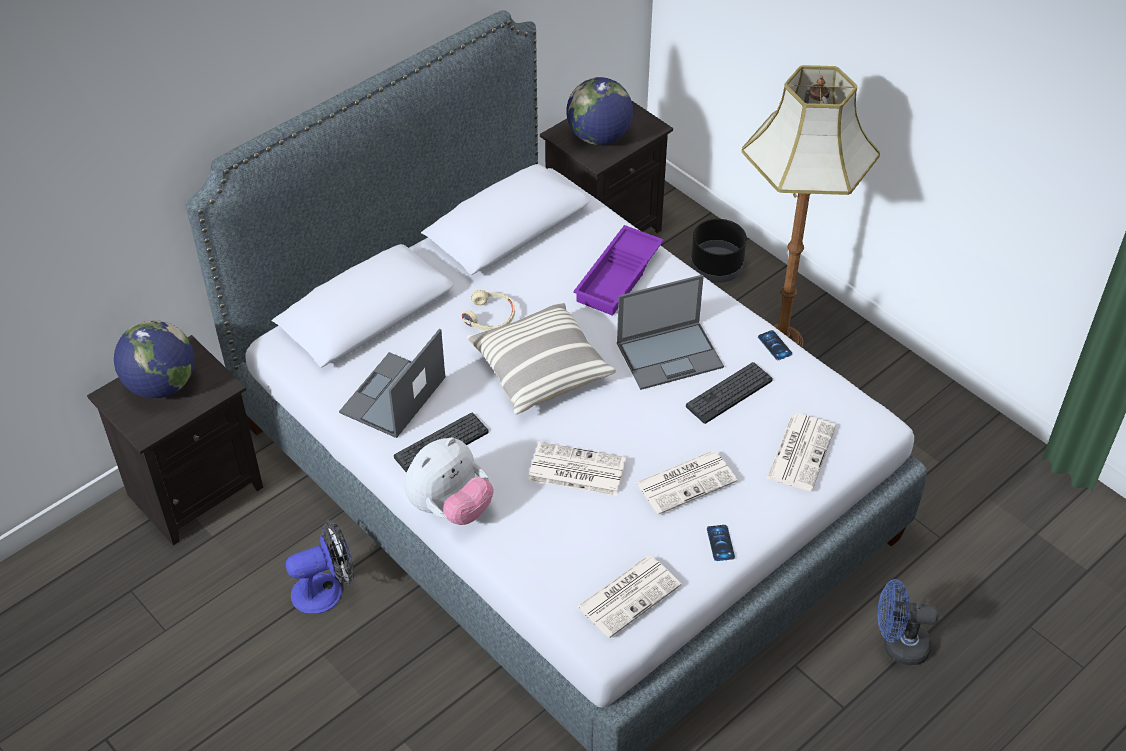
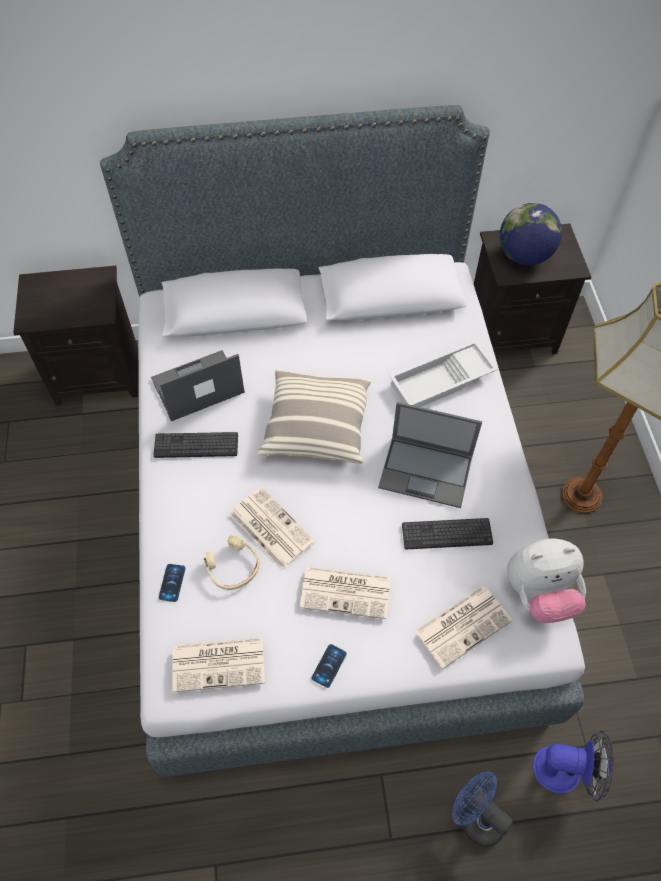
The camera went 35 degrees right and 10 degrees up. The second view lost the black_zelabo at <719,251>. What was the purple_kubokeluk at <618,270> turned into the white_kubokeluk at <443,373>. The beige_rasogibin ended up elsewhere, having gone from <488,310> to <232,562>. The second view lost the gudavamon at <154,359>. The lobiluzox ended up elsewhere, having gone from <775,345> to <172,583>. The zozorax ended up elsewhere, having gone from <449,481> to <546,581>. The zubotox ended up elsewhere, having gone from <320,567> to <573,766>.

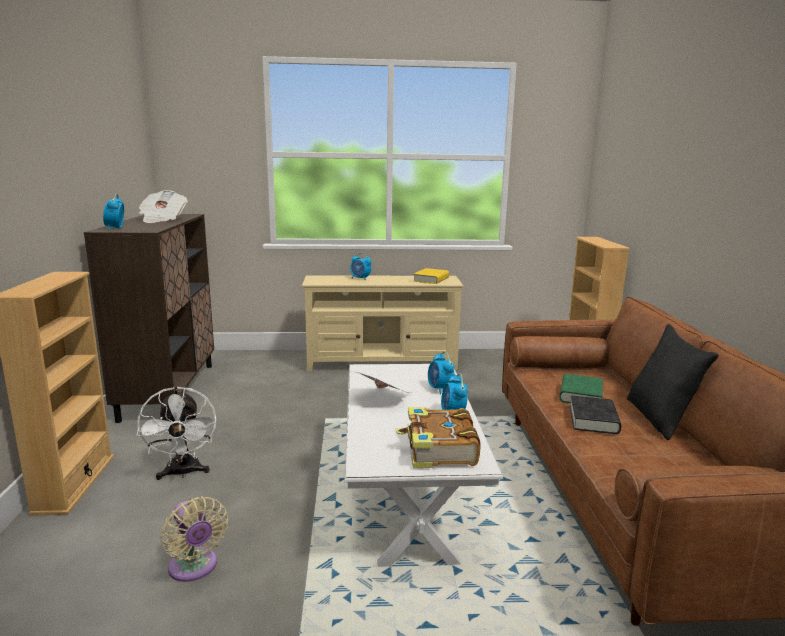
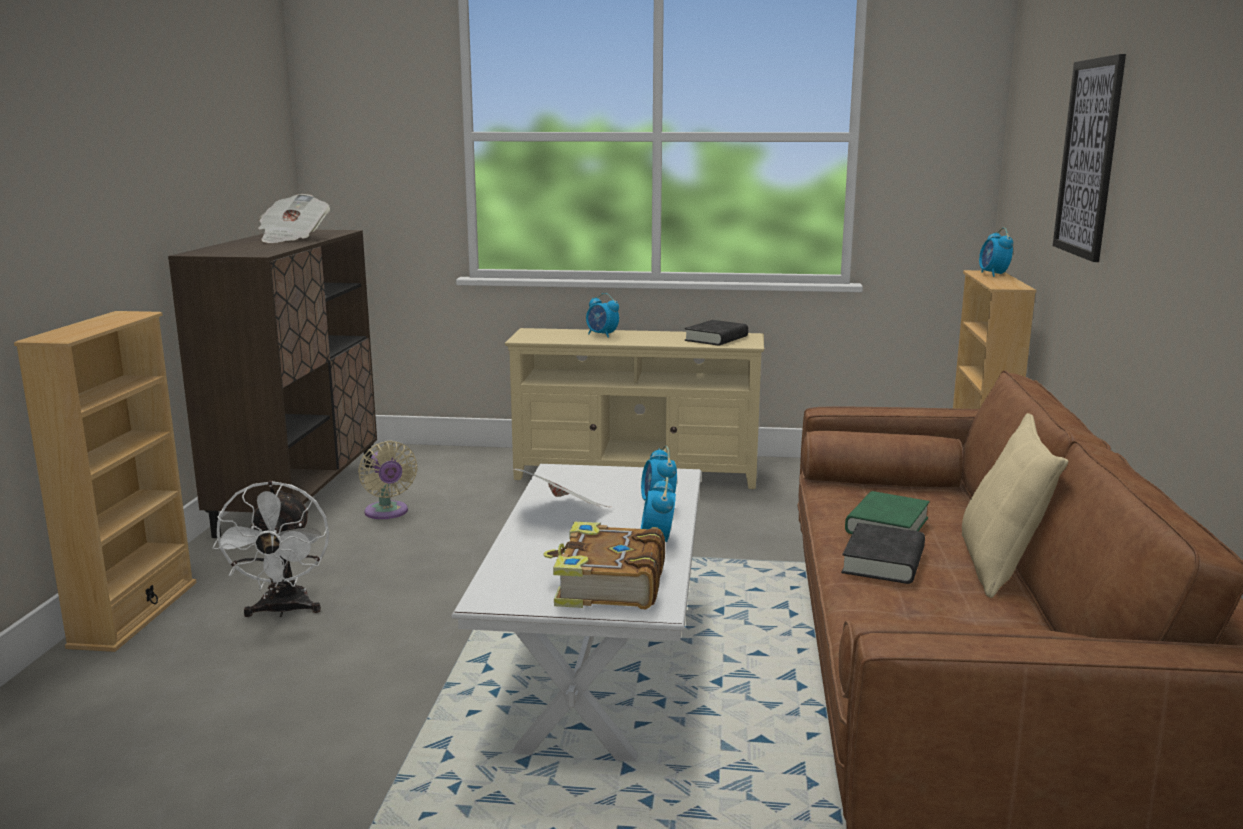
The camera went 10 degrees right and 0 degrees up. The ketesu ended up elsewhere, having gone from <113,212> to <996,252>. What was the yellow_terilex at <431,276> turned into the black_terilex at <716,333>. What was the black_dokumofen at <673,382> turned into the beige_dokumofen at <1015,505>. The beige_zubotox ended up elsewhere, having gone from <194,539> to <388,480>. The second view gained the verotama at <1089,158>.

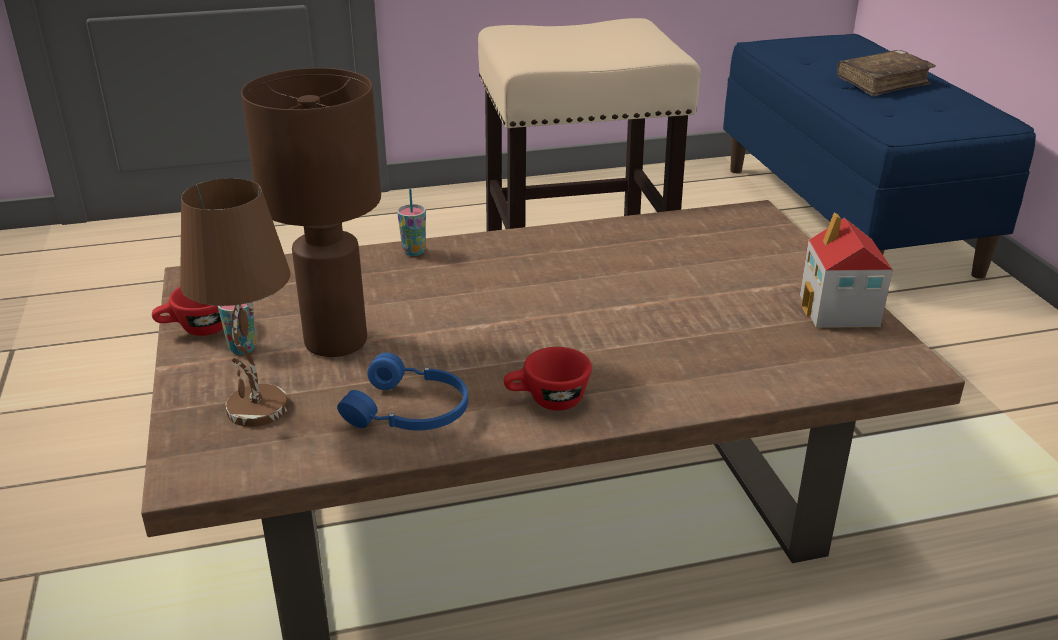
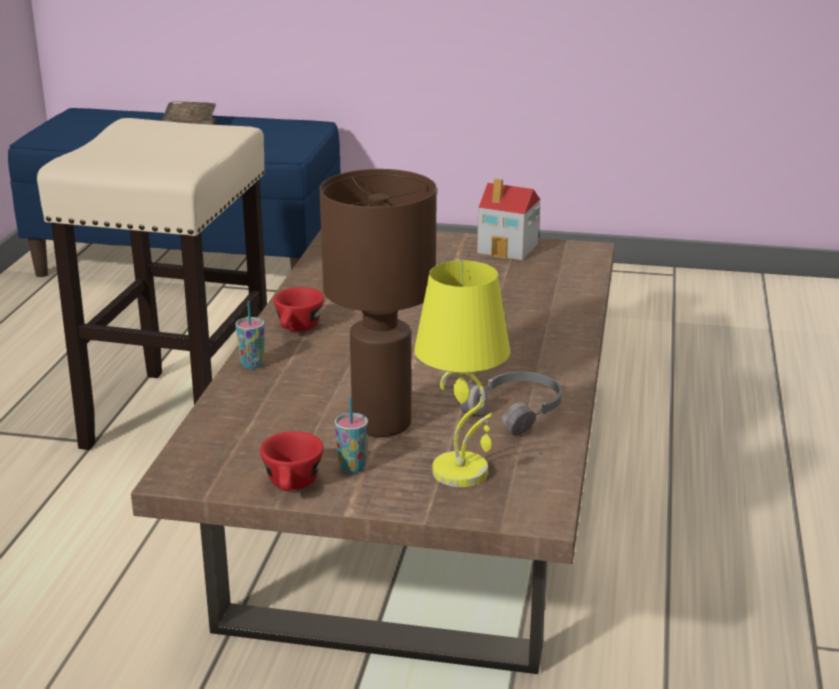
The camera went 65 degrees left and 5 degrees down. What was the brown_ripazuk at <235,302> turned into the yellow_ripazuk at <462,373>. The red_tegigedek ended up elsewhere, having gone from <548,379> to <298,309>. What was the blue_rasogibin at <402,391> turned into the grey_rasogibin at <510,403>.

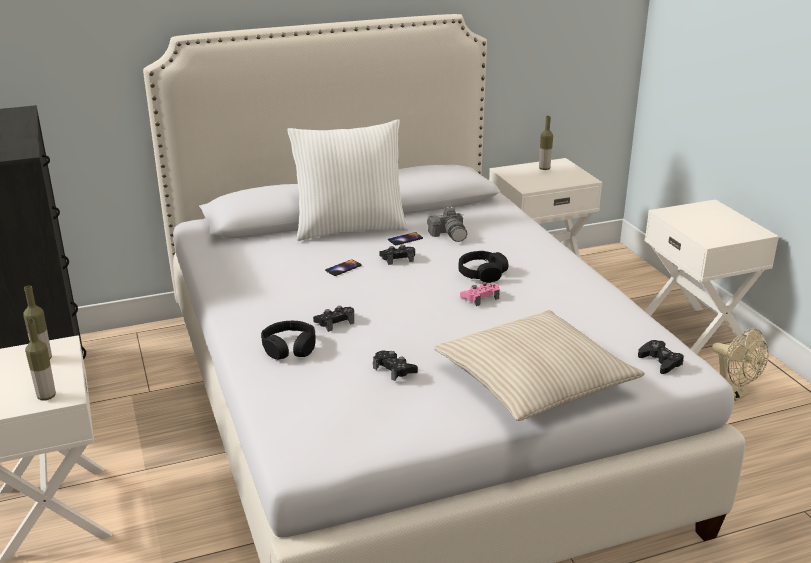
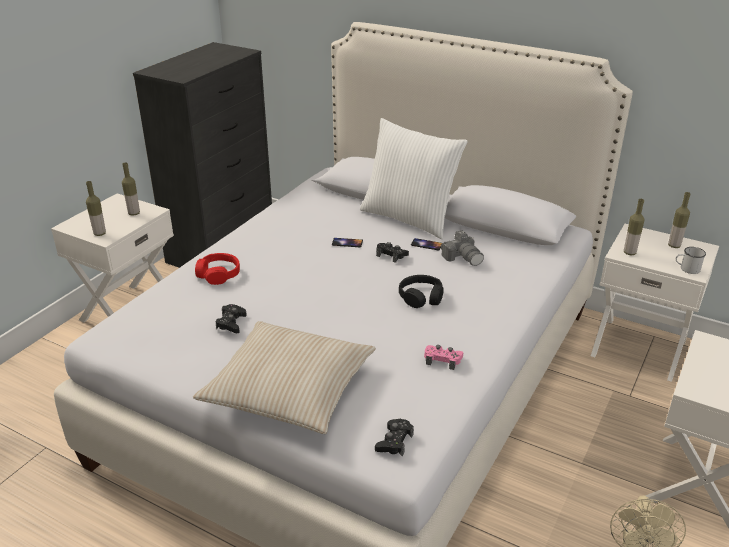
The camera went 50 degrees right and 5 degrees up. The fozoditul at <447,224> ended up facing another way, 60 degrees counterclockwise from before. The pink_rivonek ended up elsewhere, having gone from <479,294> to <443,357>. The second view lost the black_rivonek at <333,319>. What was the black_rasogibin at <288,340> turned into the red_rasogibin at <217,269>. The second view gained the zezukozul at <634,227>. The second view gained the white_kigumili at <691,260>.

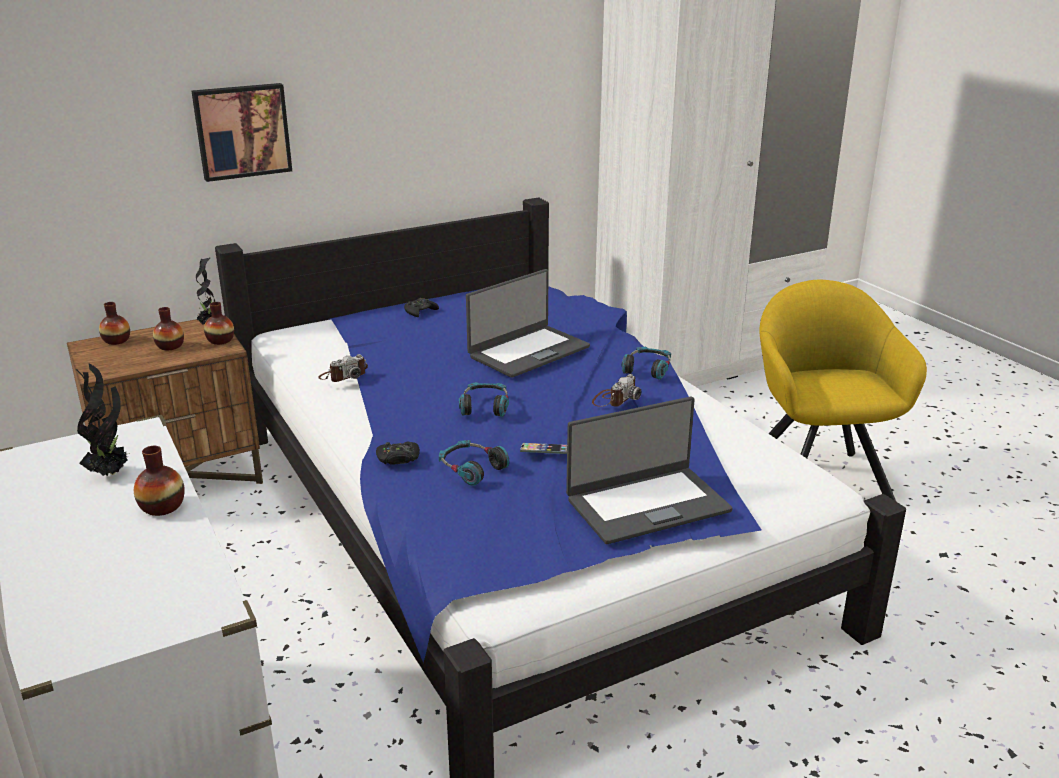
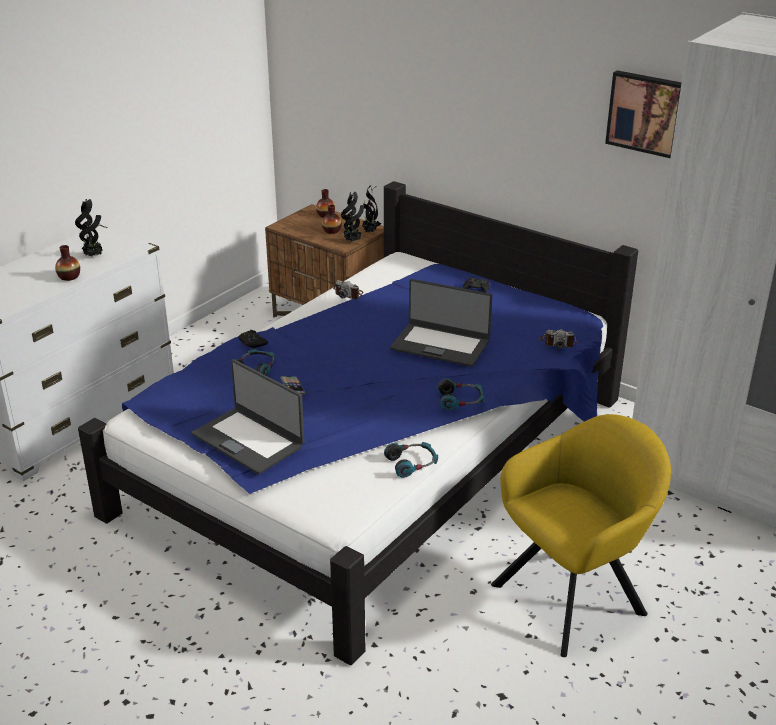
The camera went 65 degrees right and 5 degrees up. The verotama ended up elsewhere, having gone from <241,132> to <643,114>. Where the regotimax stood at <219,323>, the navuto came to stand at <352,217>. The fozoditul ended up elsewhere, having gone from <616,390> to <558,339>. The rasogibin ended up elsewhere, having gone from <484,399> to <411,460>.

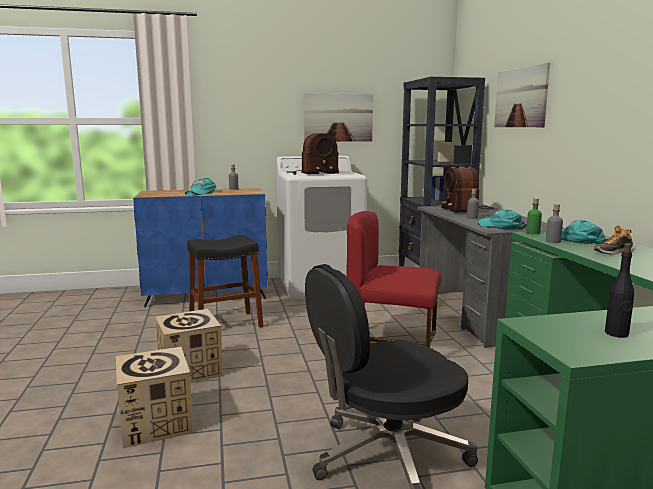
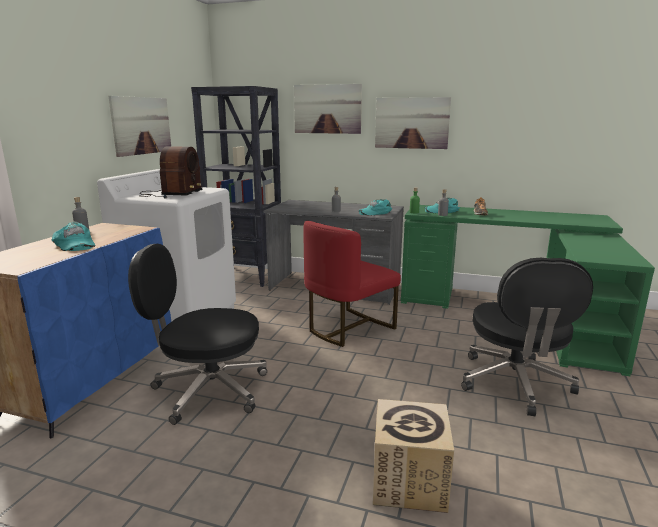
The camera went 60 degrees left and 5 degrees up. The second view lost the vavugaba at <467,190>. Where the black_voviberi stood at <225,281>, the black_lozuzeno came to stand at <197,334>. The second view lost the black_zezukozul at <619,290>. The second view lost the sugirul at <189,346>. The second view gained the verotama at <413,123>.

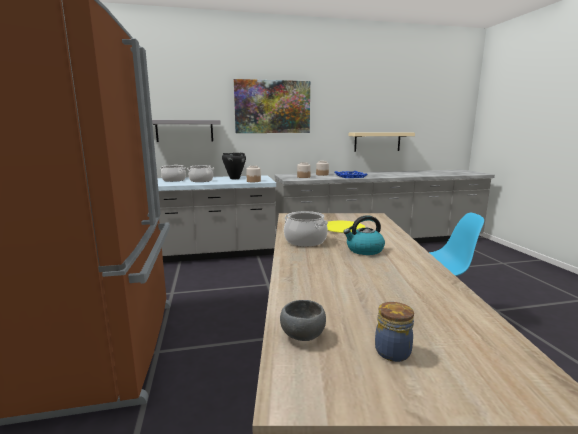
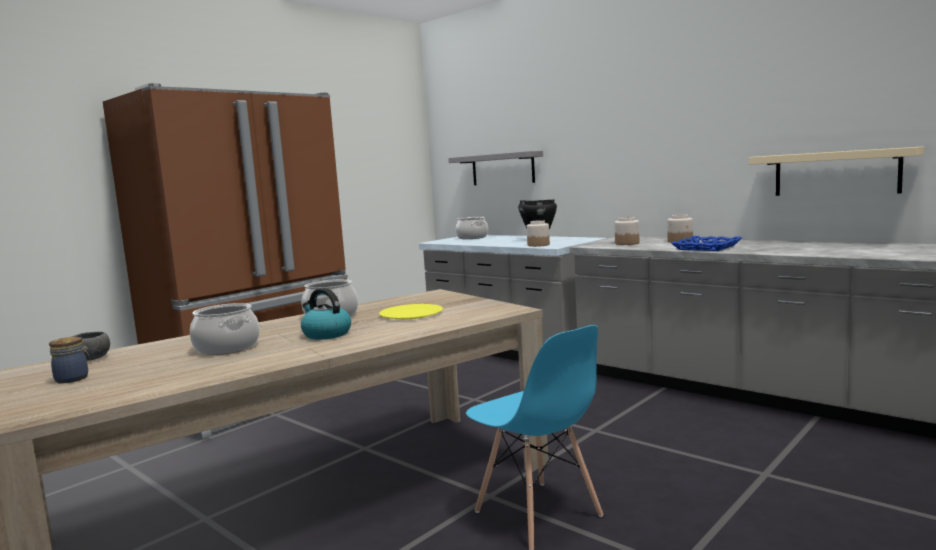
The camera went 55 degrees right and 5 degrees down. The second view lost the verotama at <272,106>. The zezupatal ended up elsewhere, having gone from <200,173> to <225,329>.

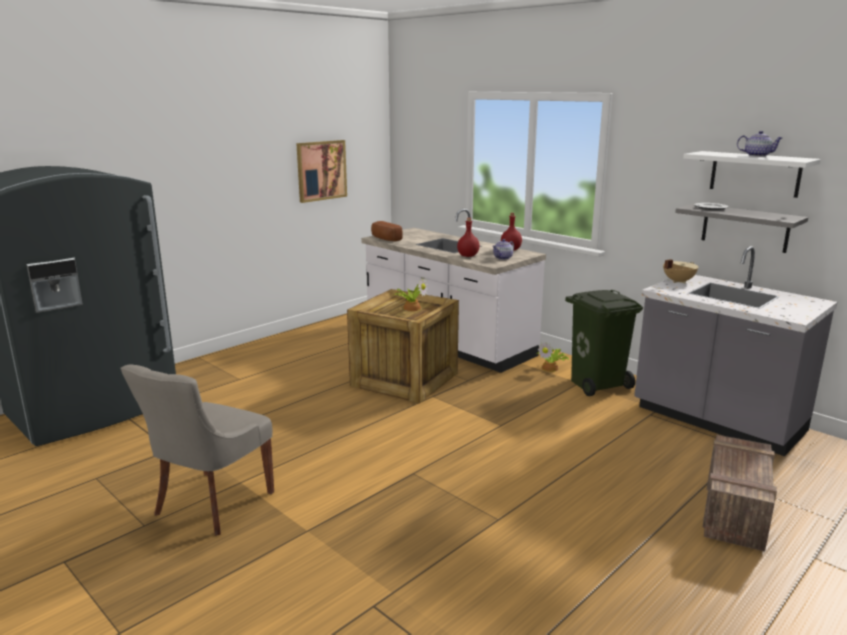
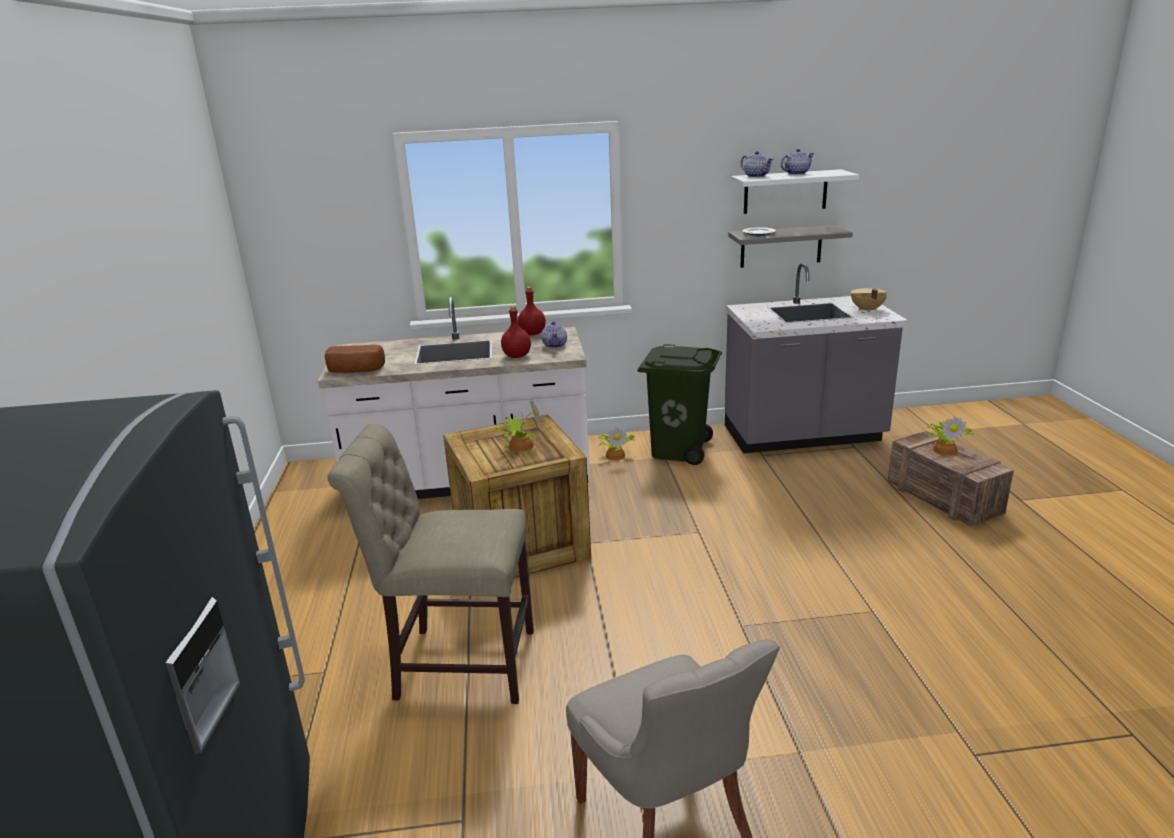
The camera went 50 degrees left and 5 degrees up. The second view lost the verotama at <321,171>. The beige_zezupatal ended up elsewhere, having gone from <680,271> to <869,299>. The second view gained the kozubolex at <757,164>. The second view gained the navuto at <950,435>. The second view gained the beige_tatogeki at <430,563>.

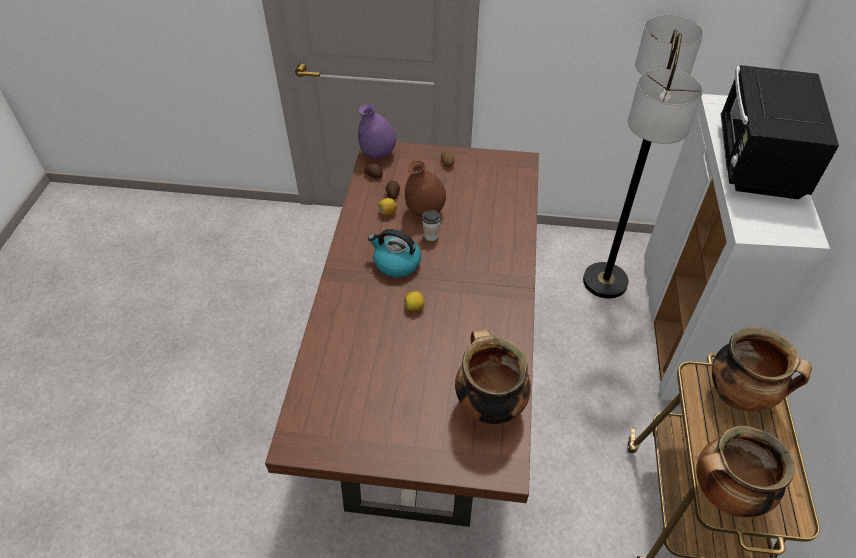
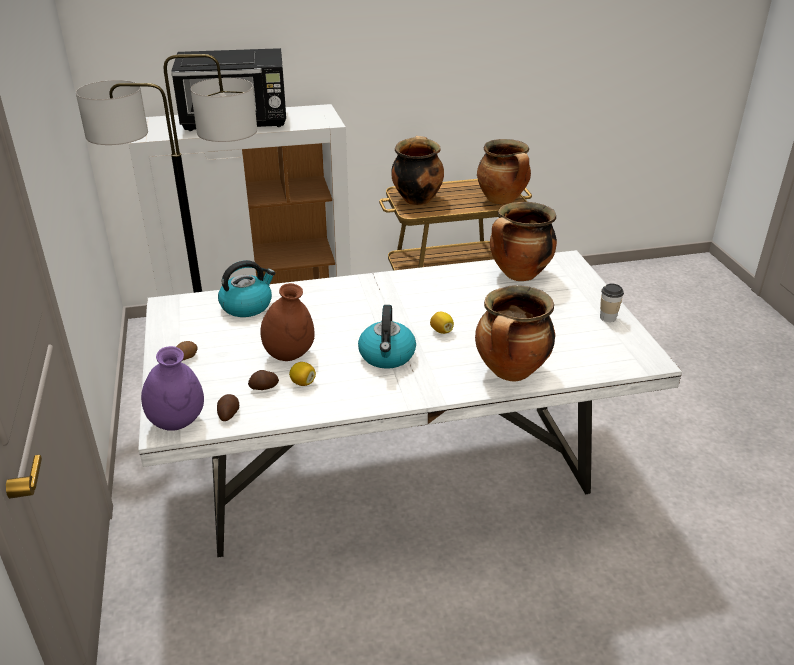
The camera went 110 degrees left and 15 degrees down. What was the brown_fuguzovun at <402,334> turned into the white_fuguzovun at <410,403>. The tegigedek ended up elsewhere, having gone from <431,225> to <612,303>. The second view gained the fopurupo at <246,288>. The second view gained the zezupatal at <515,333>.

